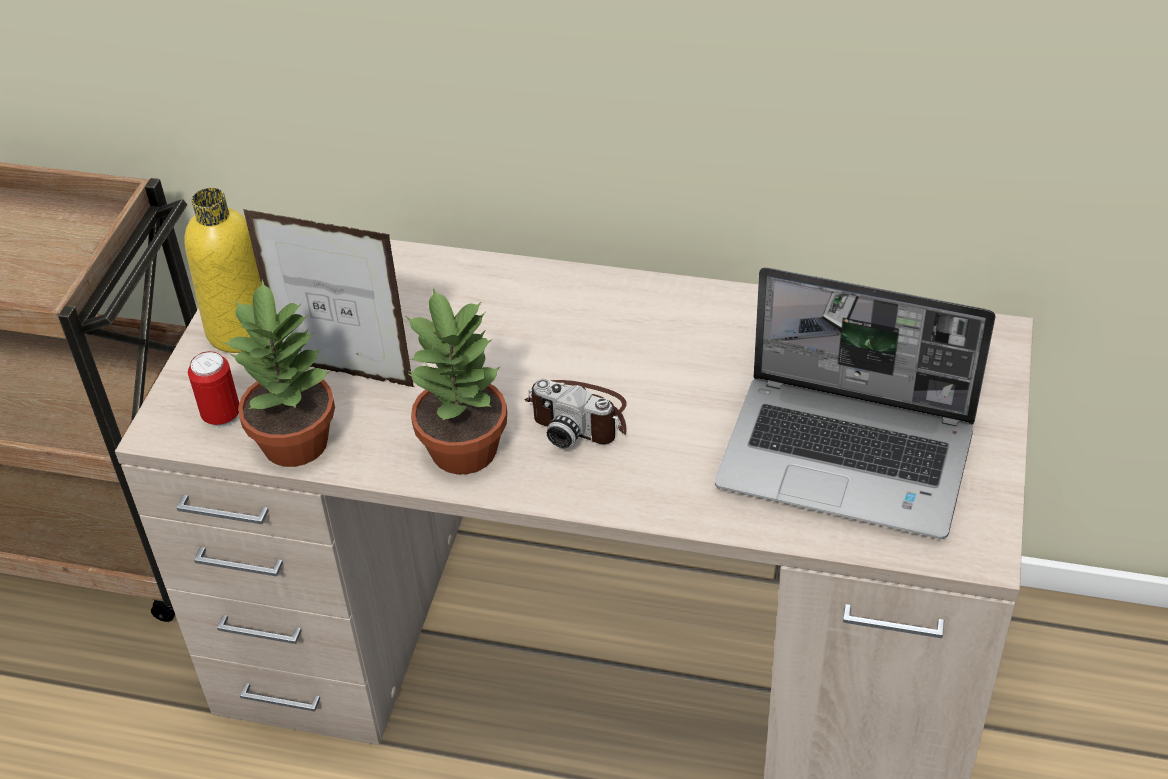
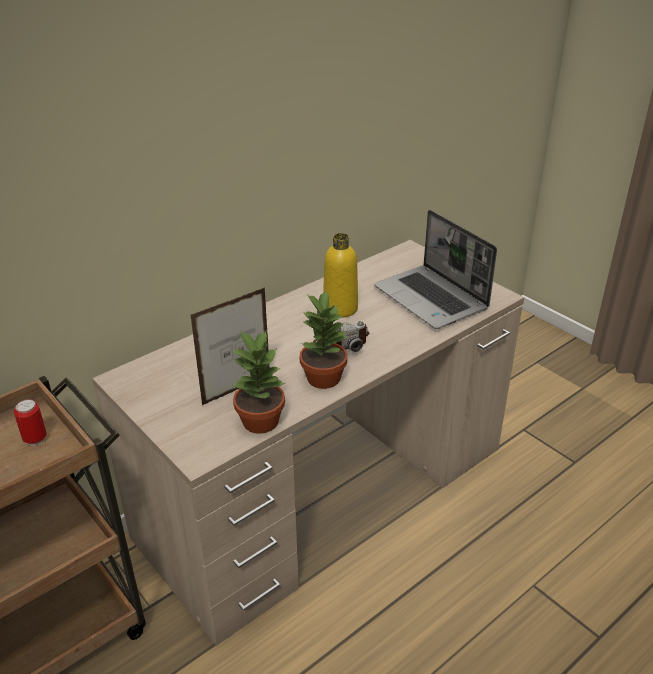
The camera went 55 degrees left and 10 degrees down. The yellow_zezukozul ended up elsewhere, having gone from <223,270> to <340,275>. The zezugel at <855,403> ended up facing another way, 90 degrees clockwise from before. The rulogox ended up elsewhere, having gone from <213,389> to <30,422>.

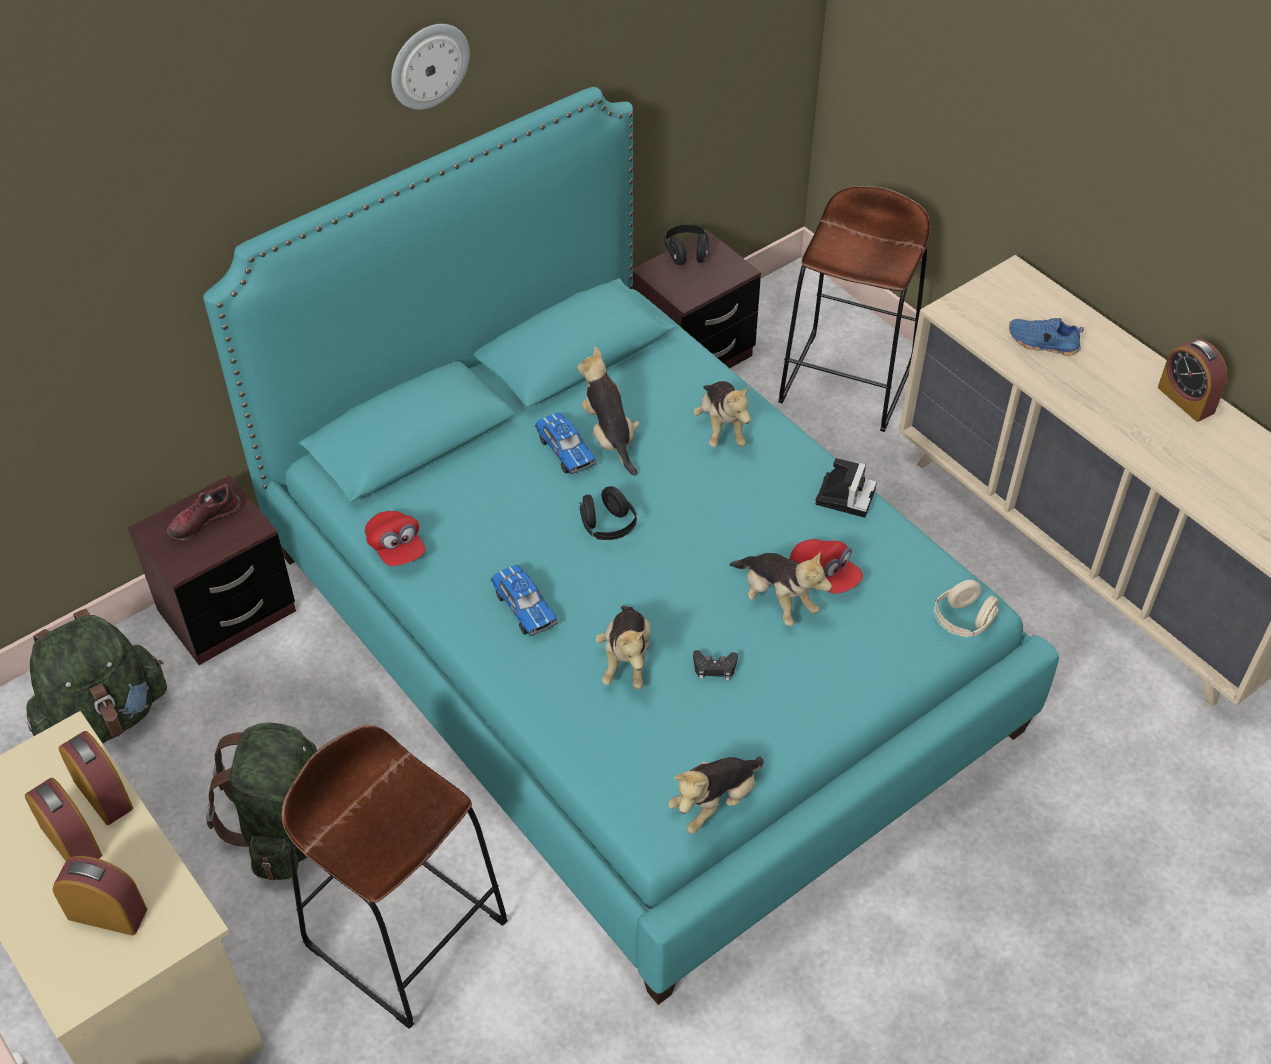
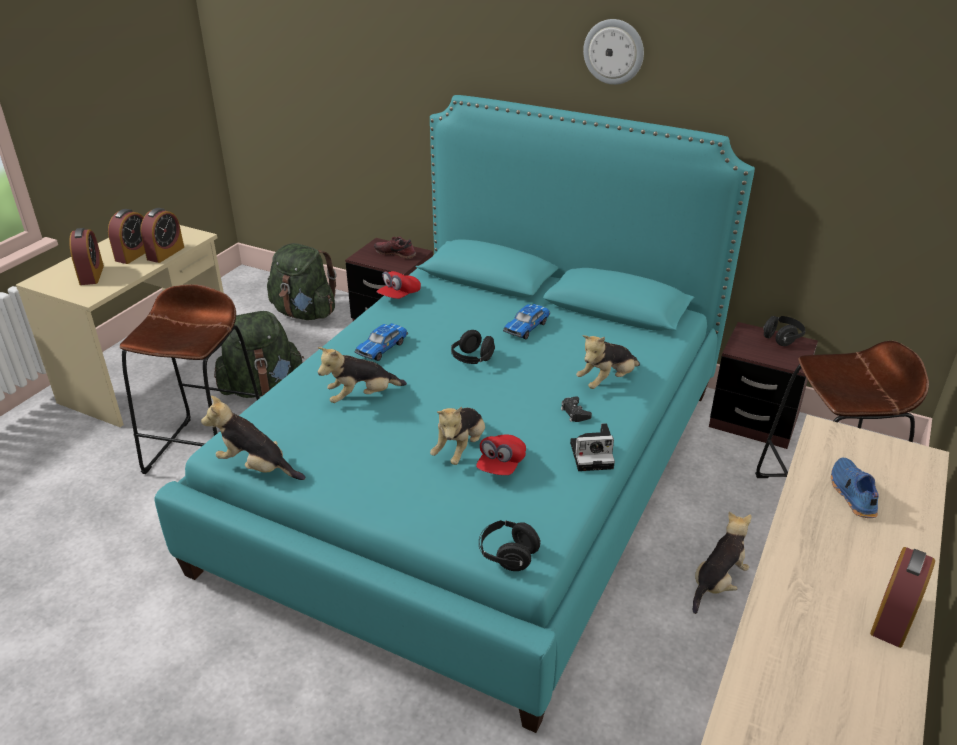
The camera went 65 degrees right and 15 degrees down. The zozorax ended up elsewhere, having gone from <608,411> to <722,563>. What was the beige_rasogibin at <966,608> turned into the black_rasogibin at <510,545>. The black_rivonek ended up elsewhere, having gone from <715,665> to <576,409>.

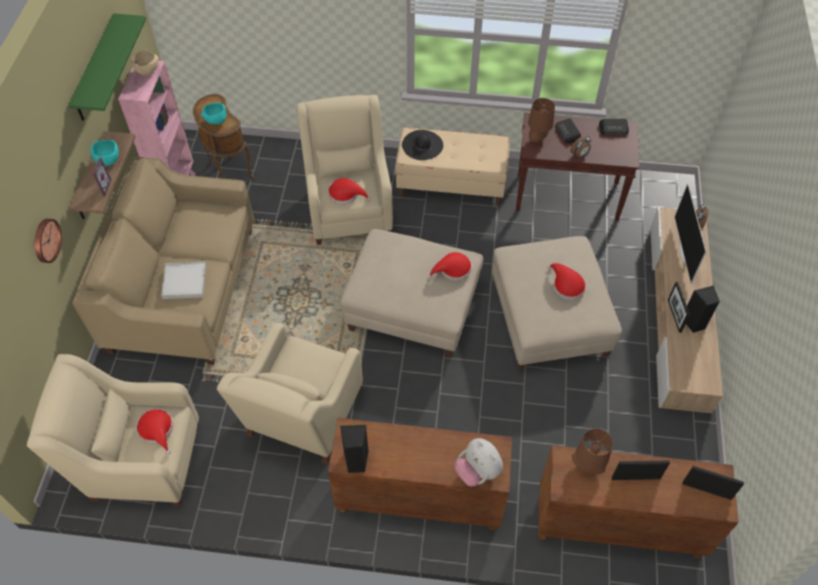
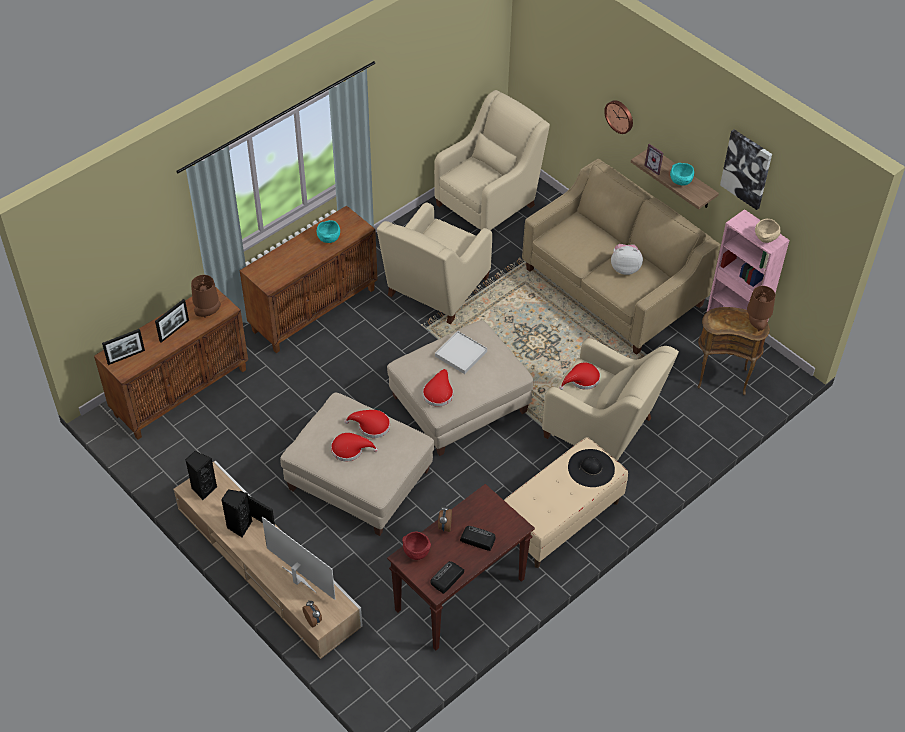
The camera went 130 degrees right and 5 degrees down. Where the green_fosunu hung at <107,67>, the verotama came to hang at <746,169>. The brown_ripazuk ended up elsewhere, having gone from <541,120> to <761,309>. The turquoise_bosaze ended up elsewhere, having gone from <213,114> to <328,231>. The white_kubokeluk ended up elsewhere, having gone from <183,280> to <461,352>. The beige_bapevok at <290,393> ended up facing another way, 120 degrees counterclockwise from before. The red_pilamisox ended up elsewhere, having gone from <154,432> to <367,424>. The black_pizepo ended up elsewhere, having gone from <354,449> to <201,475>. The zozorax ended up elsewhere, having gone from <479,462> to <627,259>. The second view gained the red_bosaze at <416,546>.

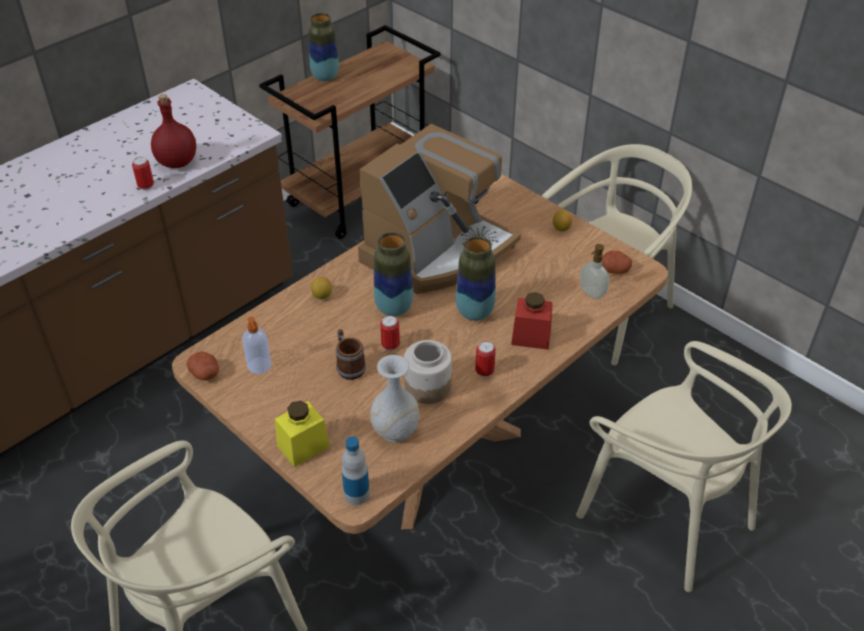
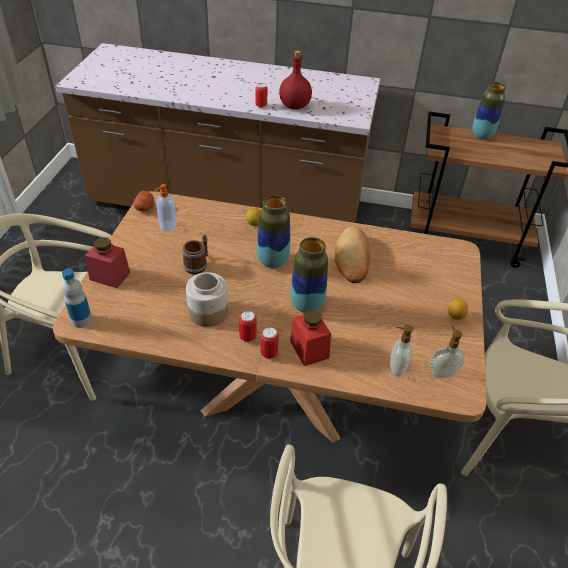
The camera went 55 degrees right and 0 degrees up. Where the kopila stood at <439,209>, the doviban came to stand at <352,255>. Where the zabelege stood at <617,262>, the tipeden came to stand at <447,352>. The rulogox ended up elsewhere, having gone from <390,333> to <270,343>. The second view lost the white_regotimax at <395,398>. What was the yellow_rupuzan at <302,434> turned into the red_rupuzan at <107,263>.

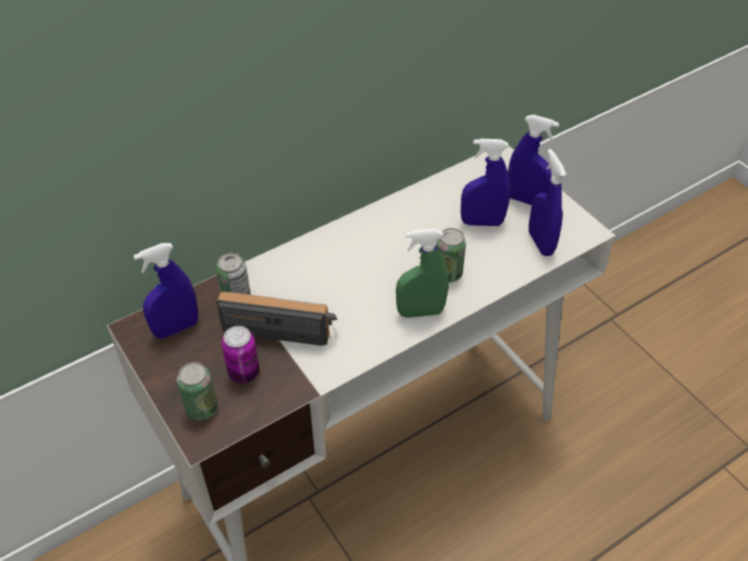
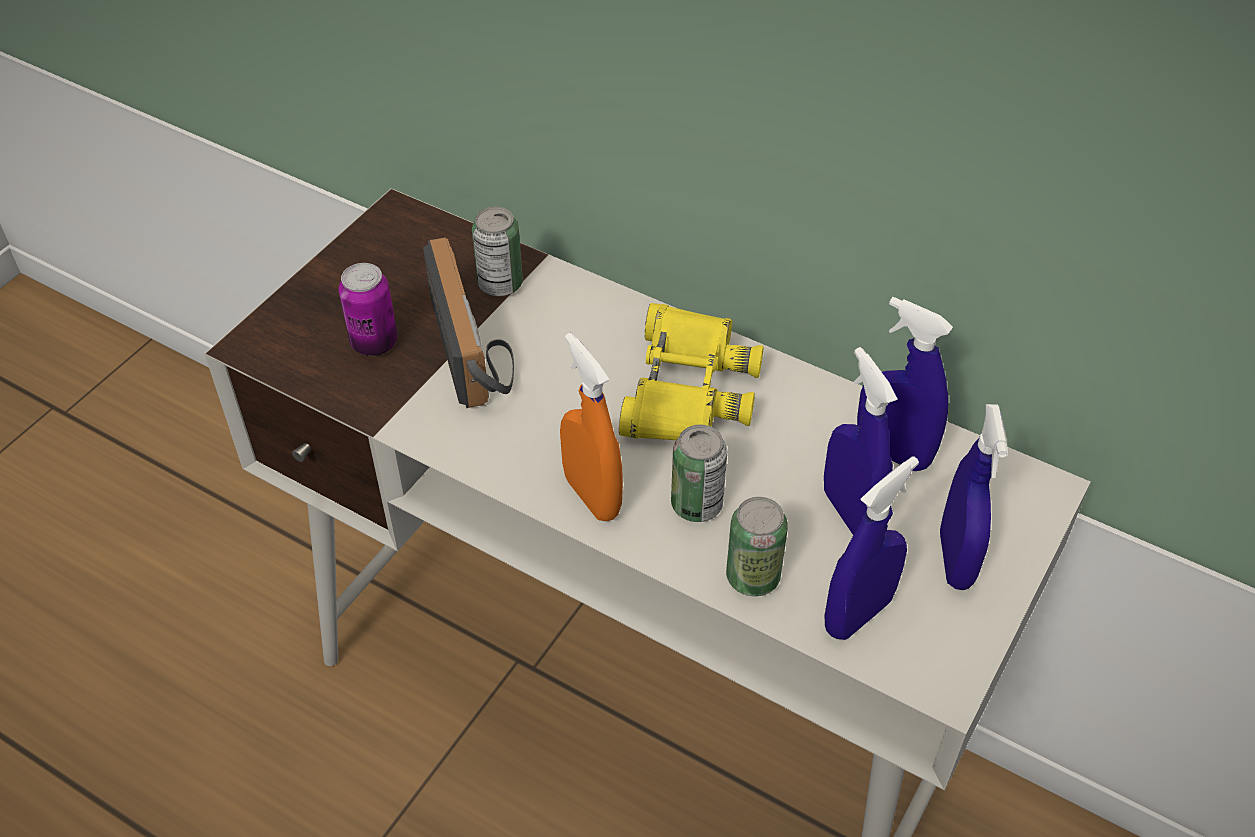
The camera went 65 degrees right and 0 degrees up. What was the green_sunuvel at <422,273> turned into the orange_sunuvel at <591,427>. The blue_sunuvel ended up elsewhere, having gone from <165,290> to <905,384>. The rulogox ended up elsewhere, having gone from <197,391> to <757,546>. The second view gained the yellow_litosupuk at <691,371>.

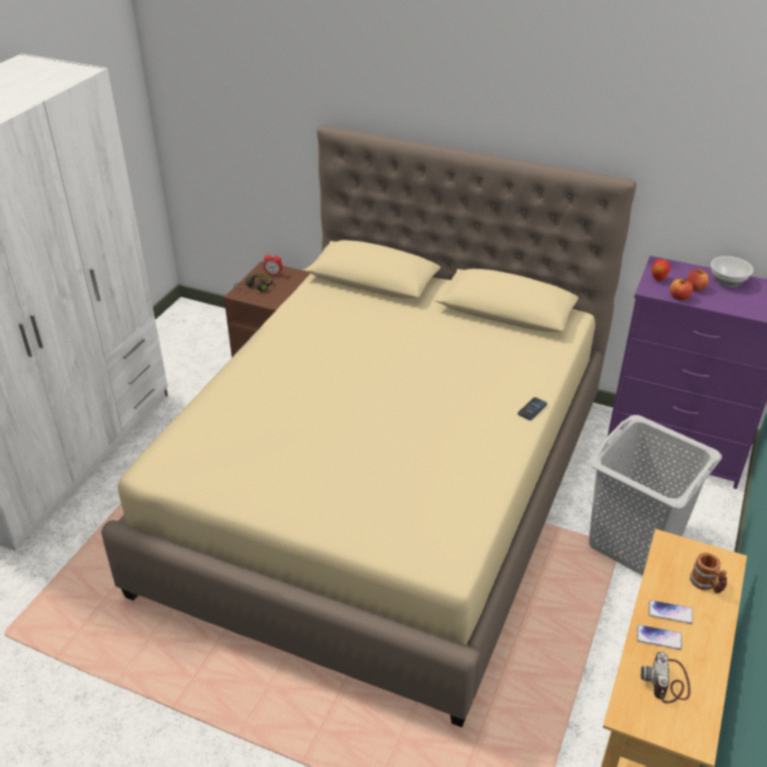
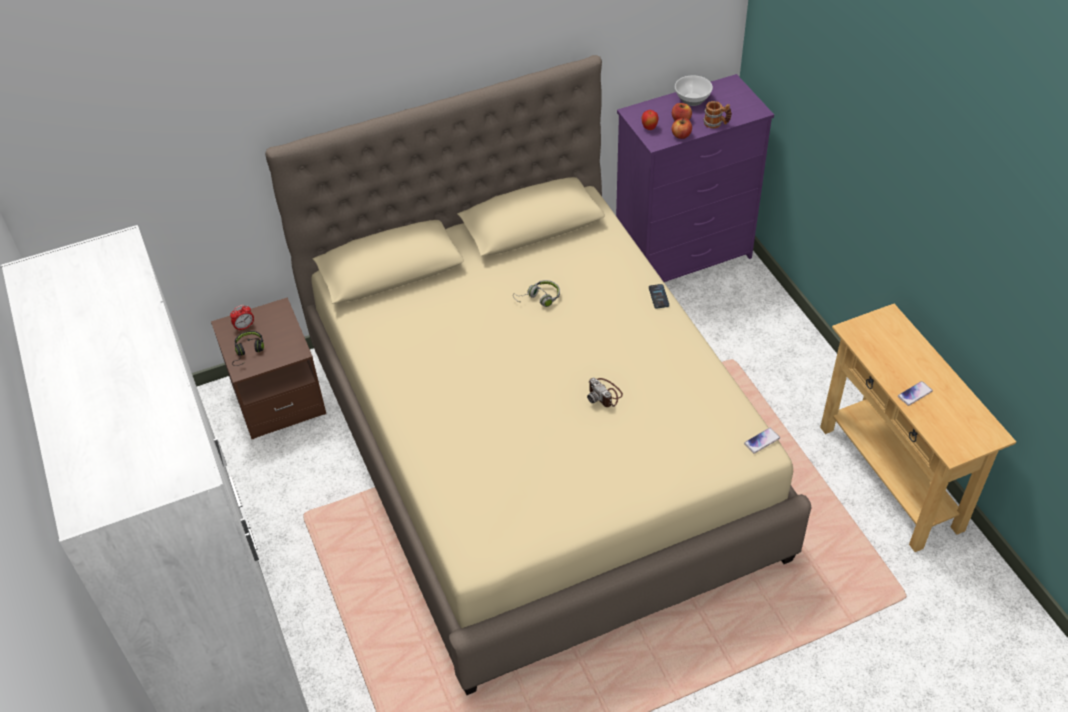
The camera went 45 degrees left and 10 degrees up. The second view lost the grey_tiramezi at <655,495>. The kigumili ended up elsewhere, having gone from <708,573> to <717,114>. The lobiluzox ended up elsewhere, having gone from <671,612> to <762,440>. The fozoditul ended up elsewhere, having gone from <666,677> to <605,392>. The second view gained the grey_rasogibin at <536,293>.

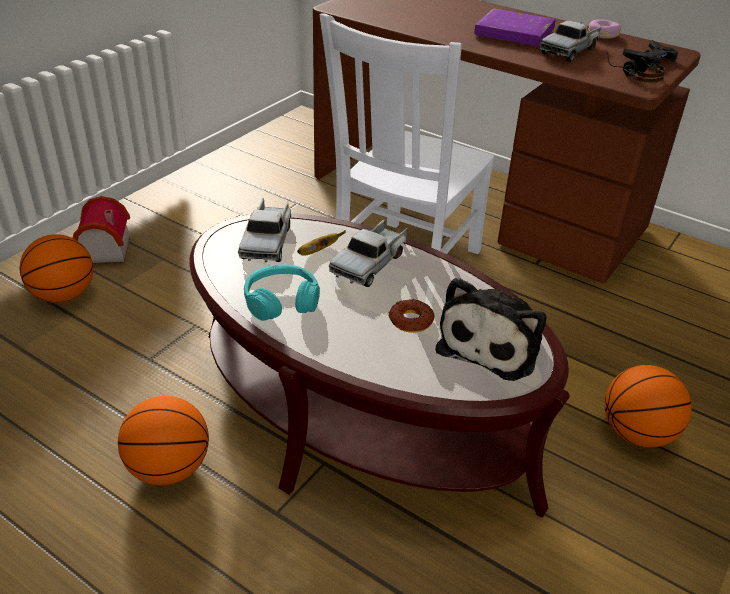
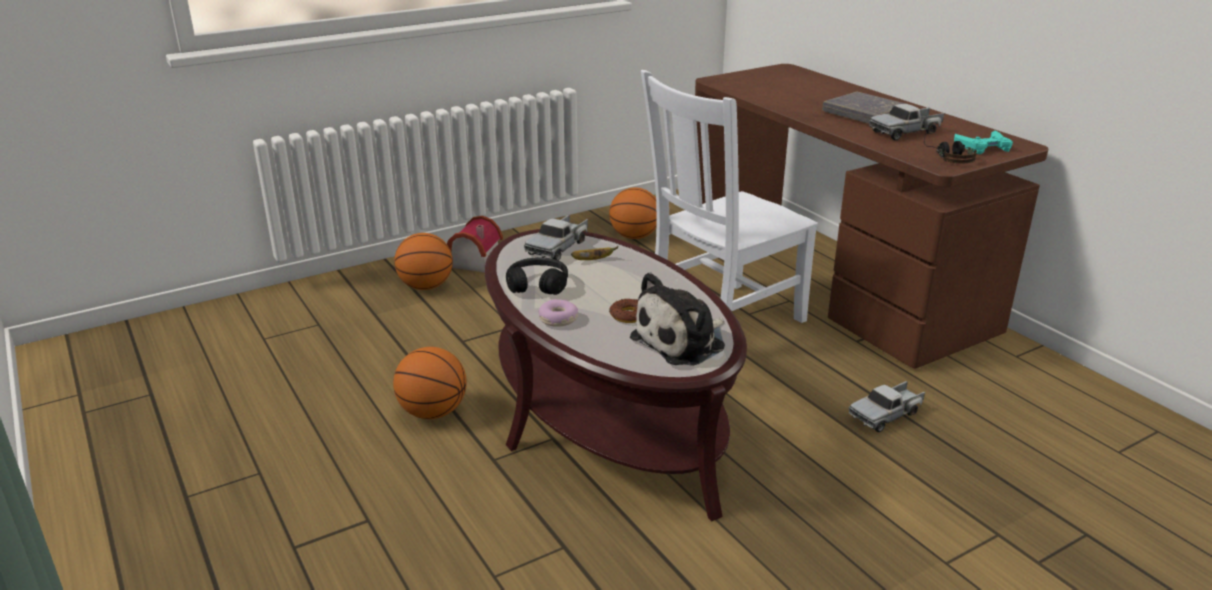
The camera went 25 degrees right and 10 degrees down. What was the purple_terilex at <515,27> turned into the grey_terilex at <864,108>. The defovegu ended up elsewhere, having gone from <605,29> to <558,313>. What was the black_rivonek at <650,53> turned into the turquoise_rivonek at <983,142>. The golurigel ended up elsewhere, having gone from <368,253> to <886,406>. What was the turquoise_rasogibin at <282,292> turned into the black_rasogibin at <537,276>. The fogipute ended up elsewhere, having gone from <648,406> to <633,213>.

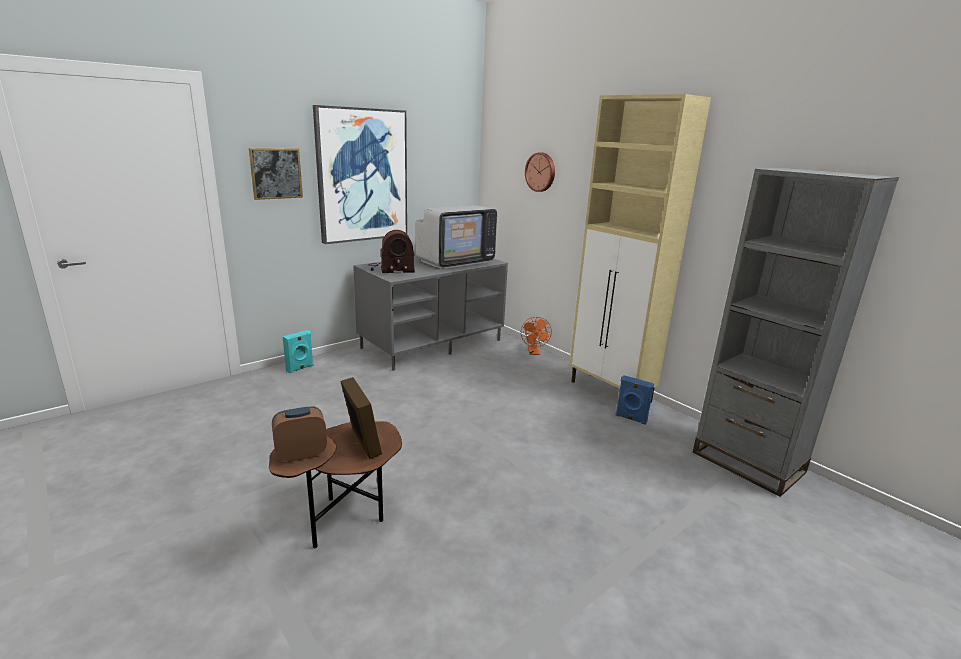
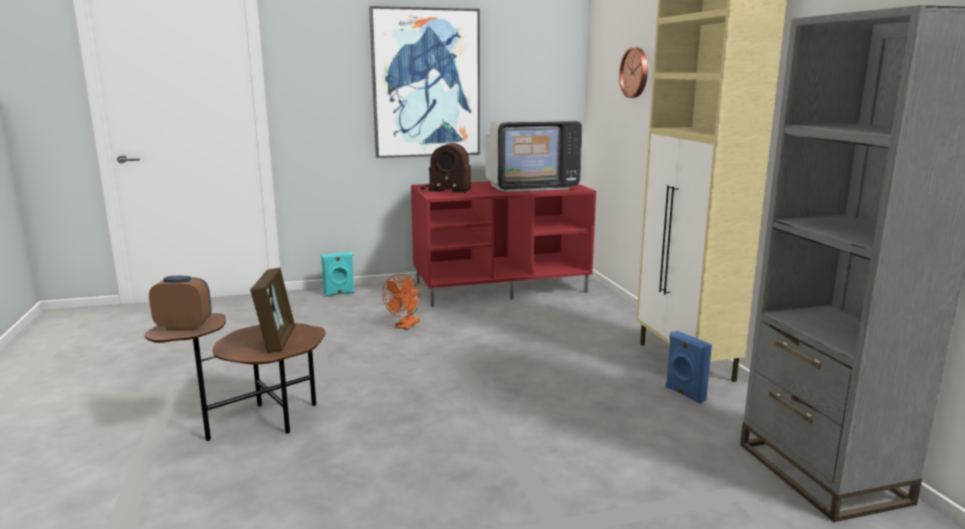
The camera went 25 degrees right and 5 degrees down. The second view lost the verotama at <276,174>. What was the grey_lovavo at <430,314> turned into the red_lovavo at <503,244>. The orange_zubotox ended up elsewhere, having gone from <536,336> to <401,302>.

